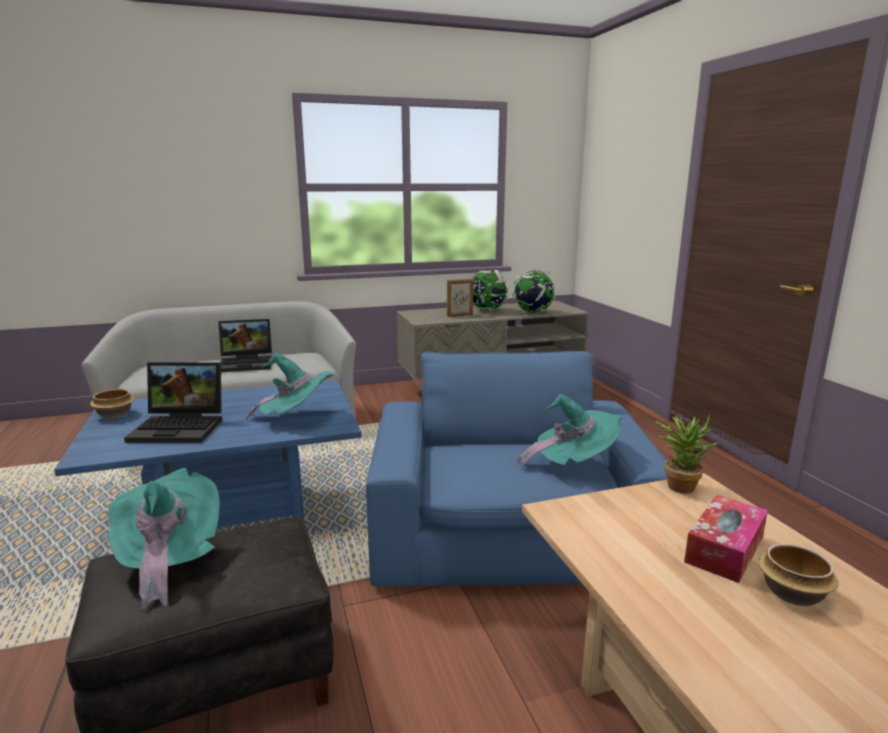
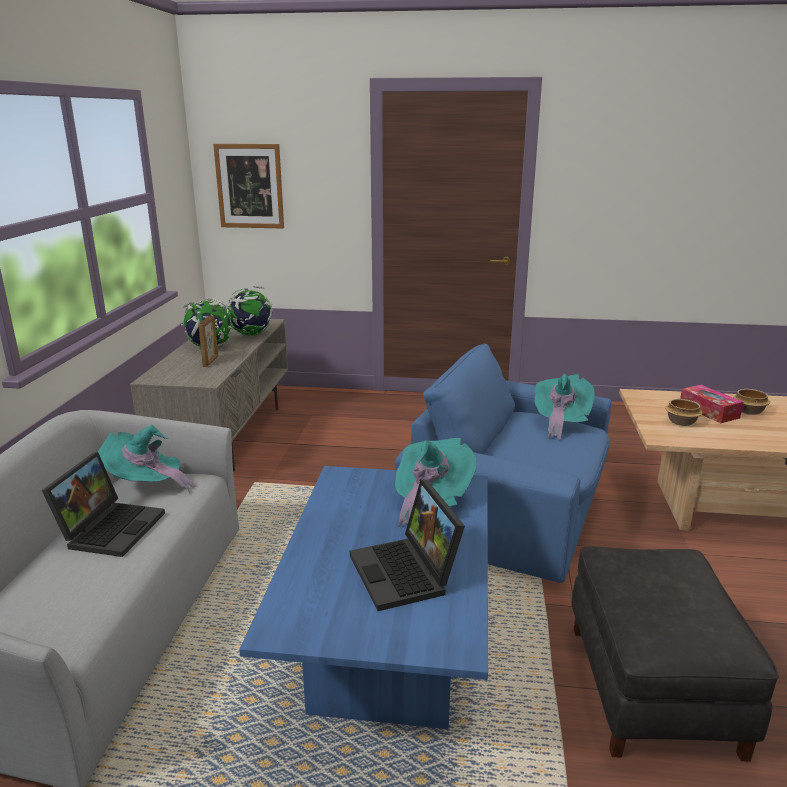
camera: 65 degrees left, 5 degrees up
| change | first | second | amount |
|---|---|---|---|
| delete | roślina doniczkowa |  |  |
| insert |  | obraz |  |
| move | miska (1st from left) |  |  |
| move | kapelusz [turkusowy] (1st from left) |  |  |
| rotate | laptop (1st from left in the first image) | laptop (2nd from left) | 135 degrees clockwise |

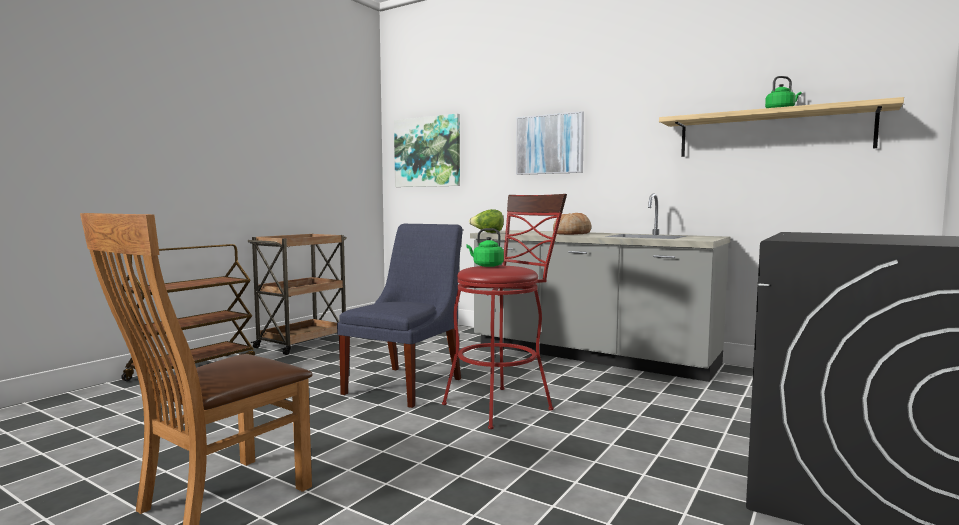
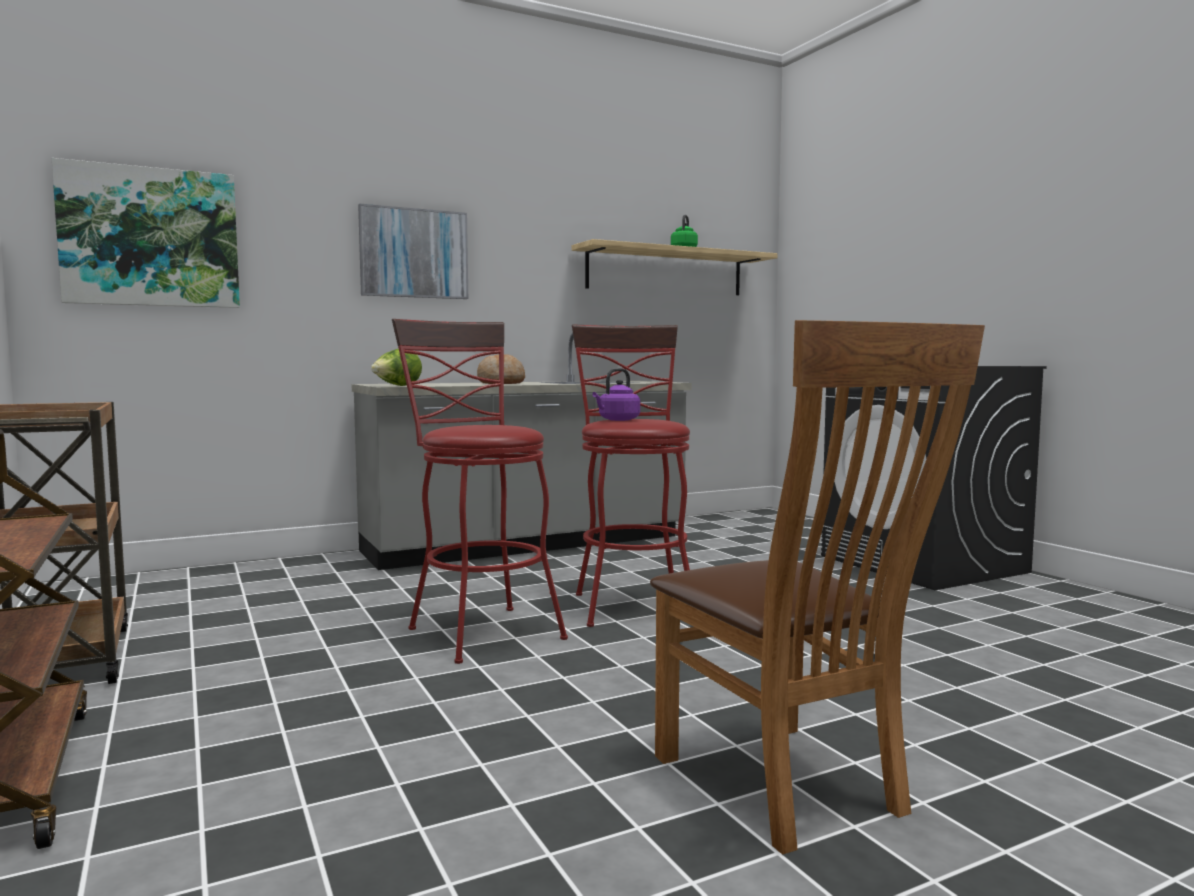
camera: 60 degrees left, 0 degrees up
| change | first | second | amount |
|---|---|---|---|
| replace | krzesło [niebieski] | stołek [czerwony] (1st from left) |  |
| recolor | czajnik [zielony] (1st from left) | czajnik [fioletowy] |  |

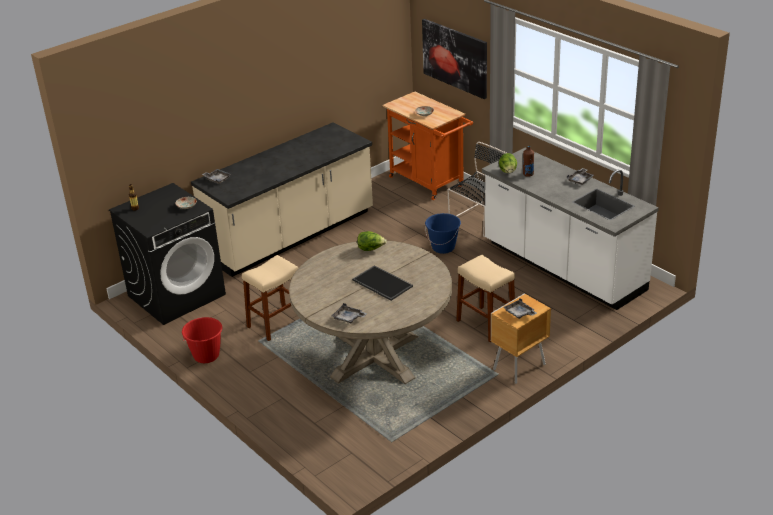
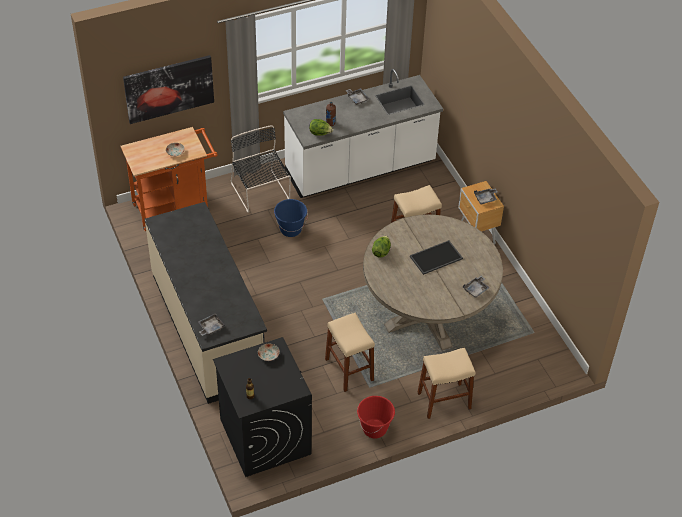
camera: 75 degrees left, 15 degrees up
| change | first | second | amount |
|---|---|---|---|
| insert |  | stołek [beżowy] (3rd from left) |  |

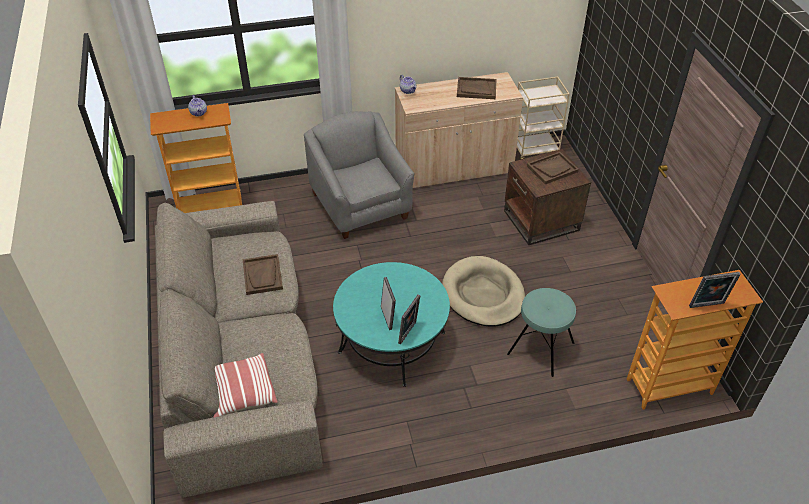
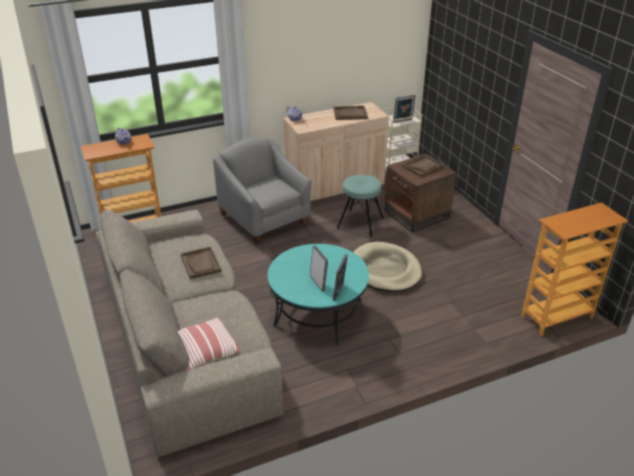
camera: 10 degrees left, 10 degrees down
| change | first | second | amount |
|---|---|---|---|
| move | stołek [turkusowy] |  |  |
| move | ramka na zdjęcie (3rd from left) |  |  |

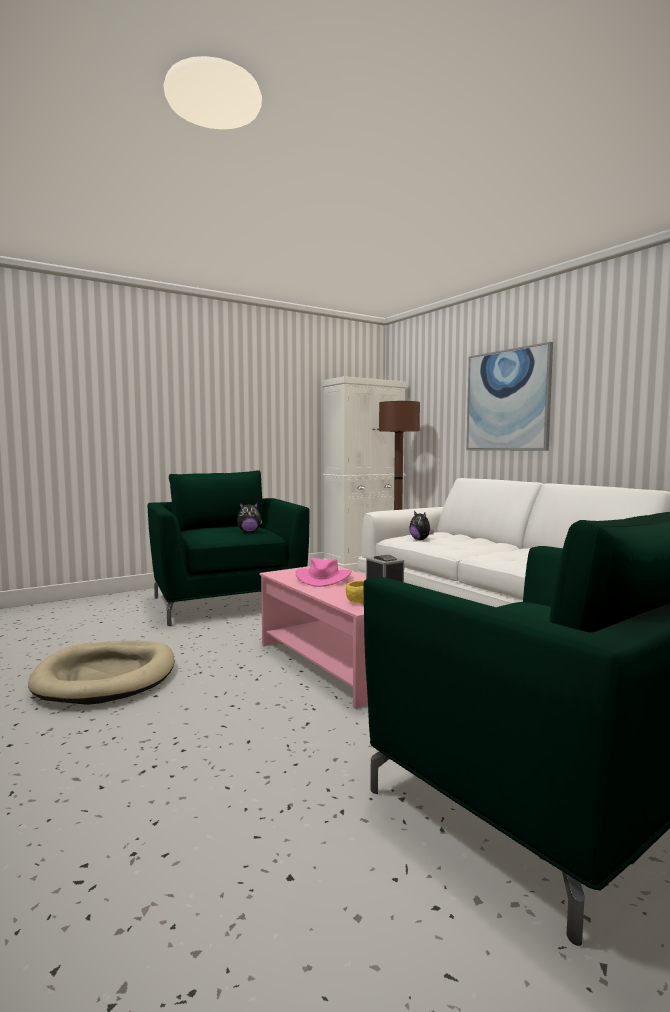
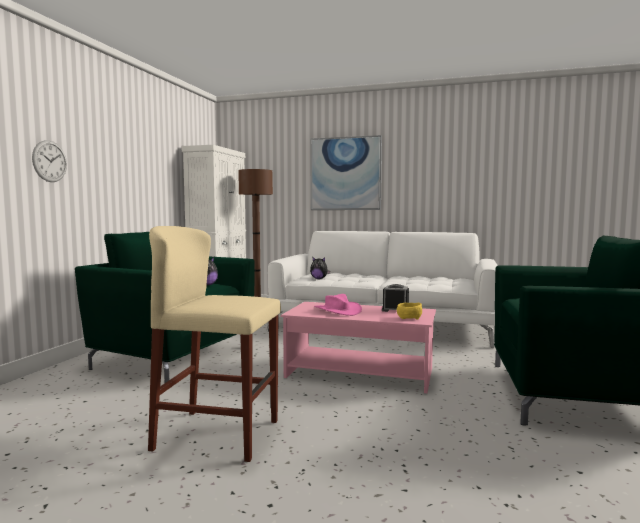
camera: 40 degrees left, 0 degrees up
| change | first | second | amount |
|---|---|---|---|
| insert |  | zegar ścienny |  |
| replace | legowisko [beżowy] | stołek [beżowy] |  |

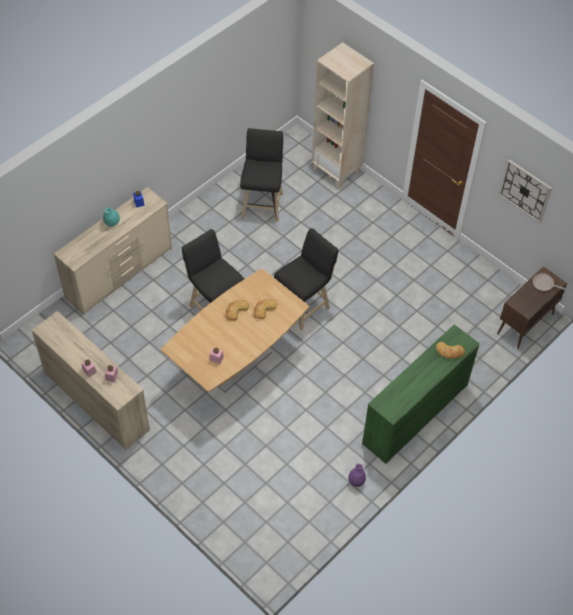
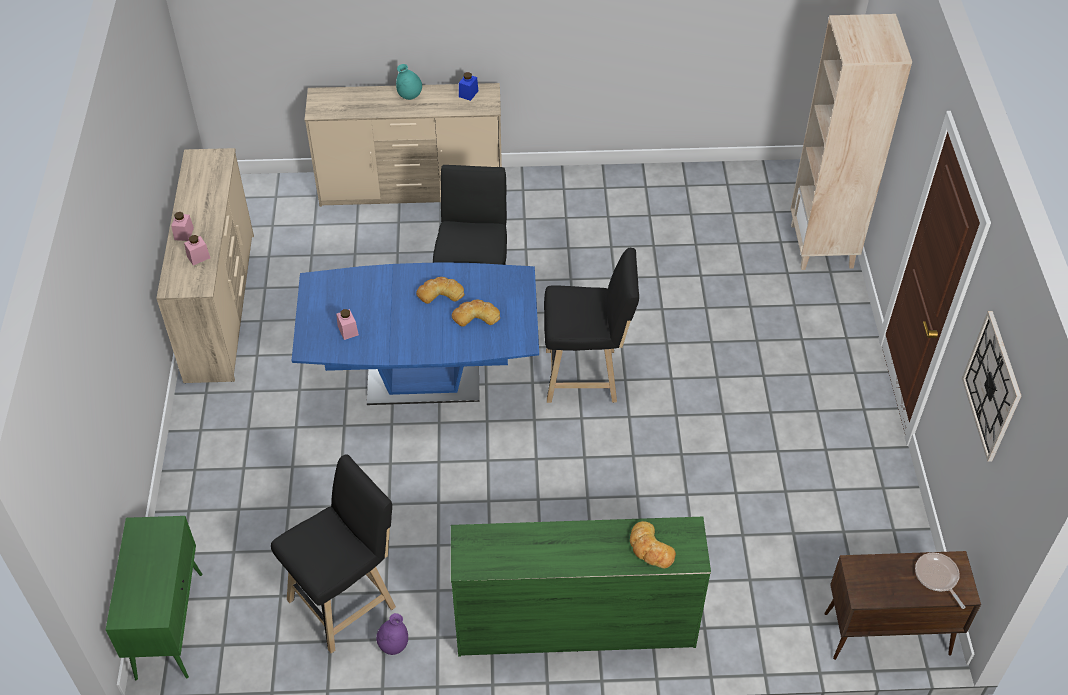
camera: 45 degrees right, 5 degrees down
| change | first | second | amount |
|---|---|---|---|
| insert |  | szafka [zielony] |  |
| move | stołek [czarny] (2nd from left in the first image) | stołek [czarny] (1st from left) |  |
| recolor | stół jadalny [brązowy] | stół jadalny [niebieski] |  |

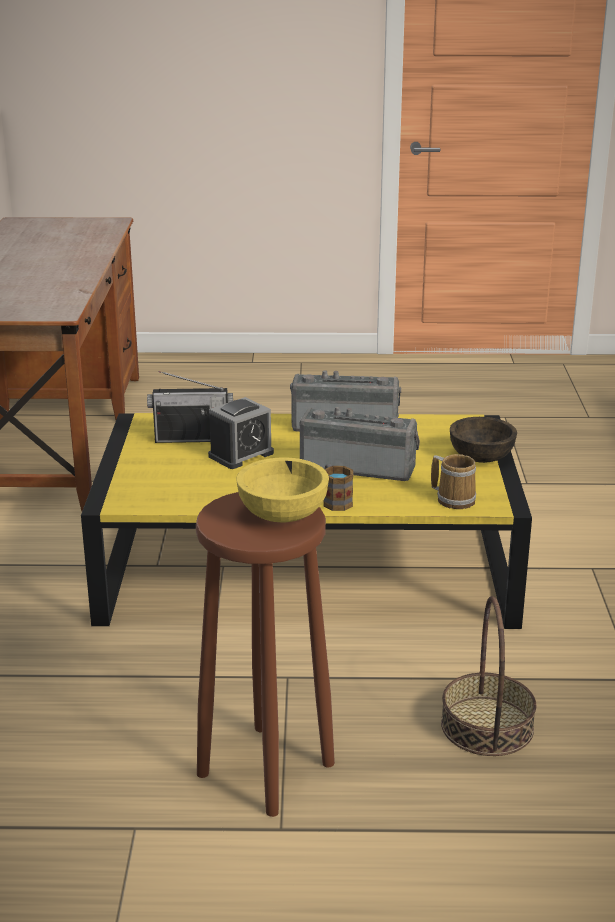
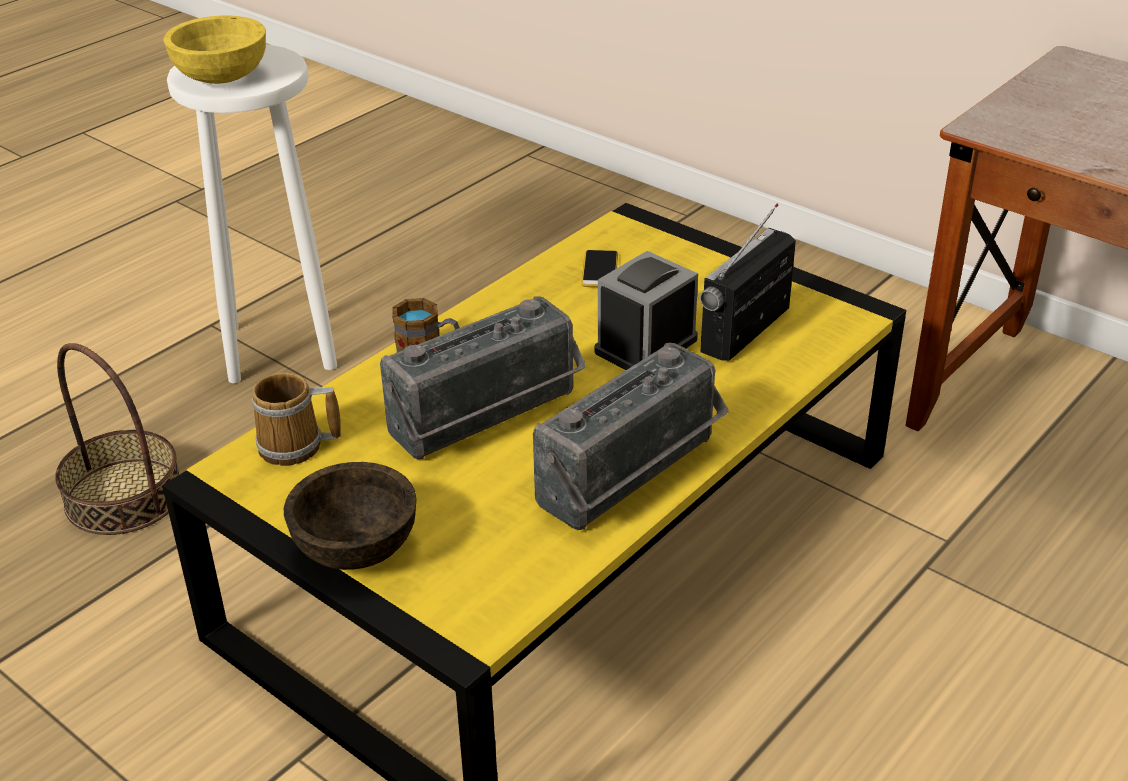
camera: 130 degrees right, 10 degrees up
| change | first | second | amount |
|---|---|---|---|
| insert |  | telefon |  |
| recolor | stołek [brązowy] | stołek [biały] |  |
| rotate | budzik |  | 45 degrees clockwise |

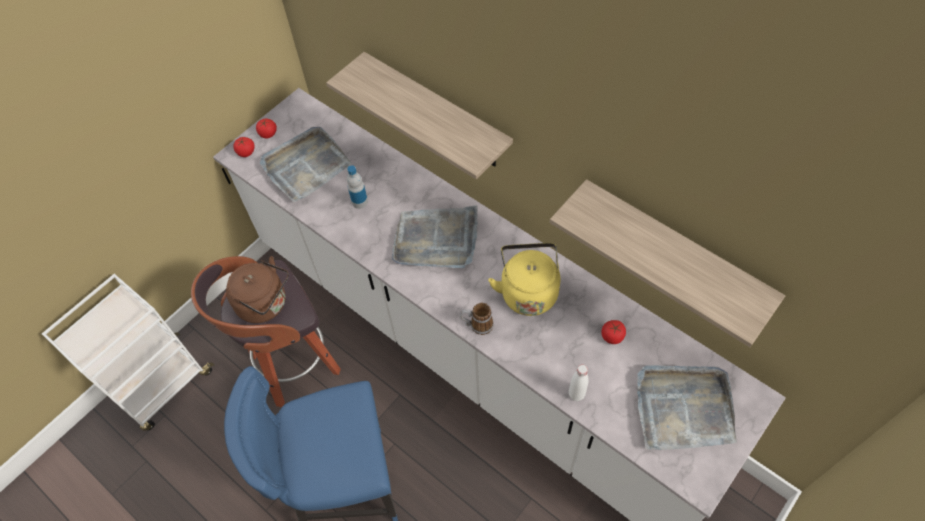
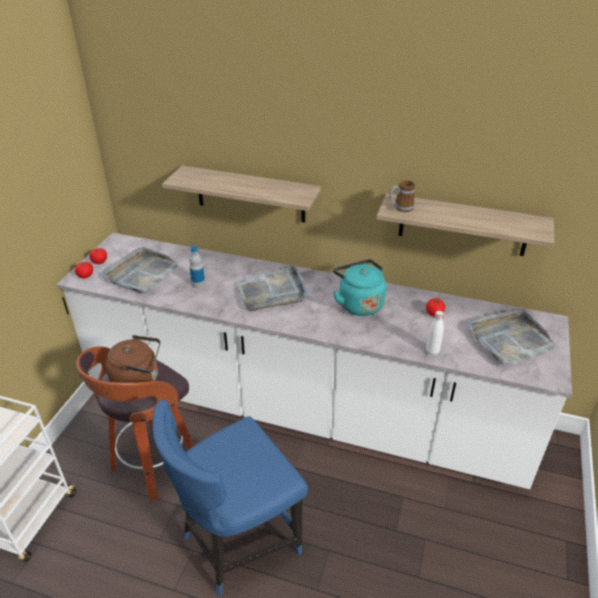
camera: 25 degrees left, 20 degrees down
| change | first | second | amount |
|---|---|---|---|
| move | kubek |  |  |
| recolor | czajnik [żółty] | czajnik [turkusowy] |  |

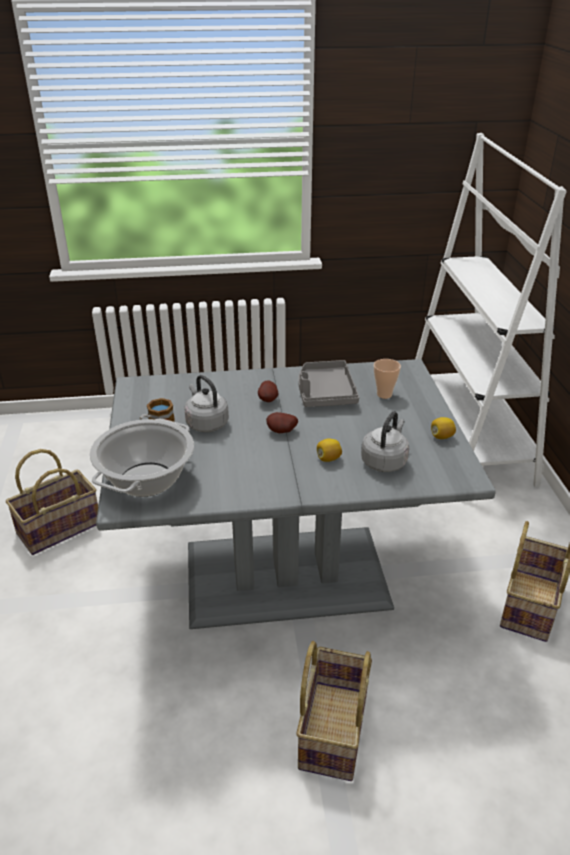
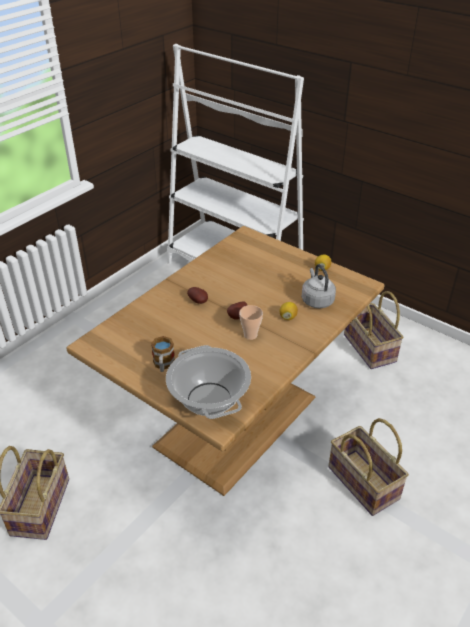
camera: 45 degrees left, 5 degrees up
| change | first | second | amount |
|---|---|---|---|
| delete | czajnik [szary] (1st from left) |  |  |
| delete | taca [szary] |  |  |
| move | filiżanka |  |  |
| recolor | stół jadalny [szary] | stół jadalny [brązowy] |  |

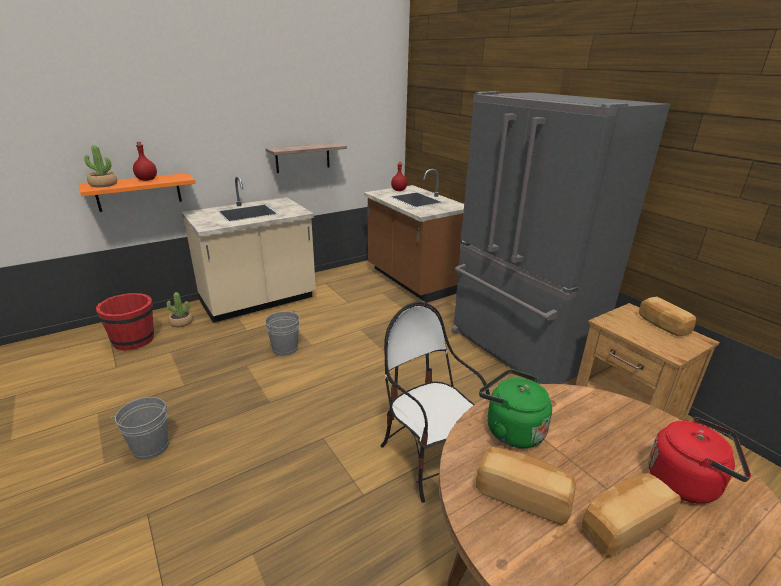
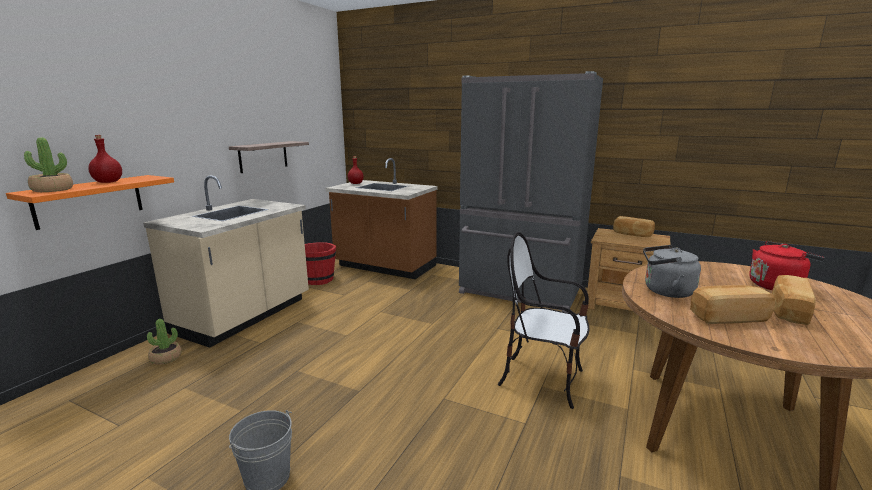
camera: 30 degrees left, 10 degrees down
| change | first | second | amount |
|---|---|---|---|
| delete | wiadro [szary] (2nd from left) |  |  |
| move | wiadro [czerwony] |  |  |
| recolor | czajnik [zielony] | czajnik [szary] |  |

